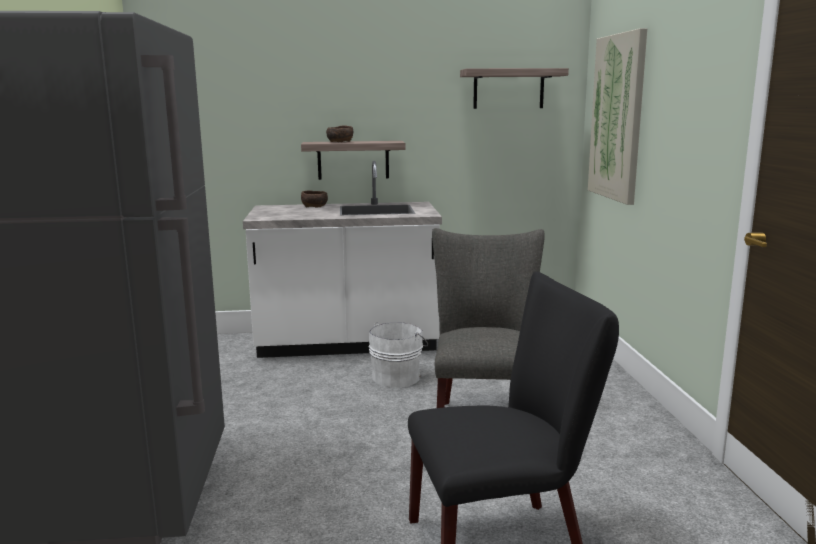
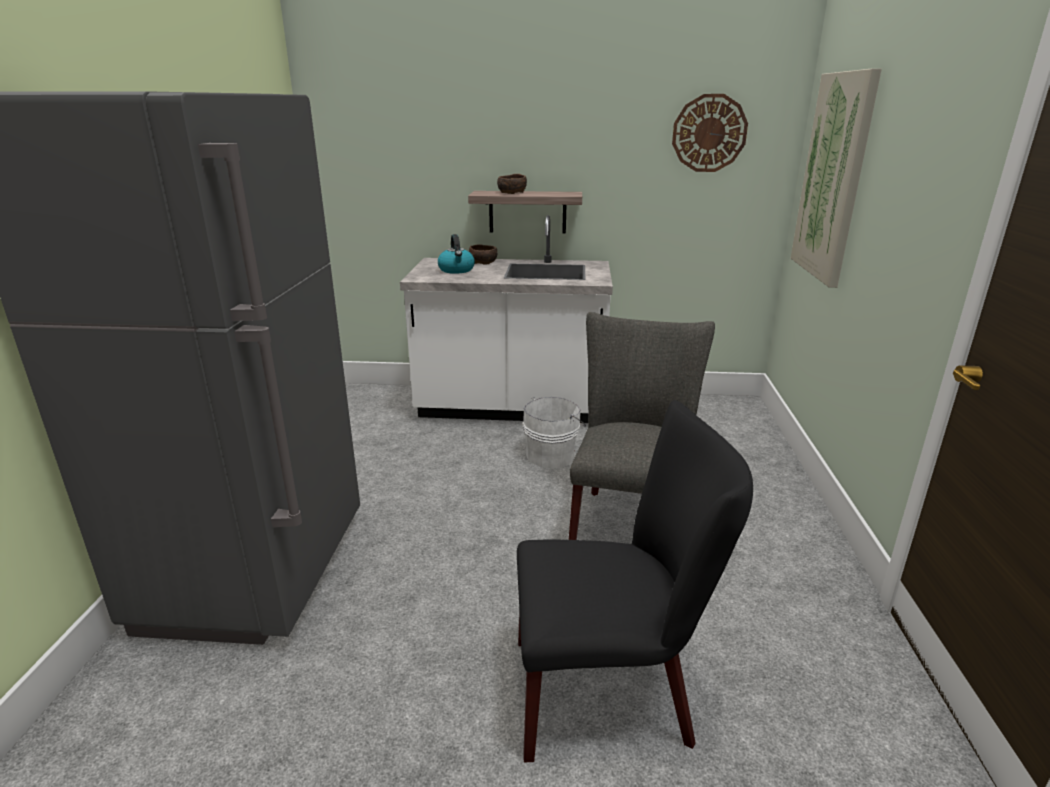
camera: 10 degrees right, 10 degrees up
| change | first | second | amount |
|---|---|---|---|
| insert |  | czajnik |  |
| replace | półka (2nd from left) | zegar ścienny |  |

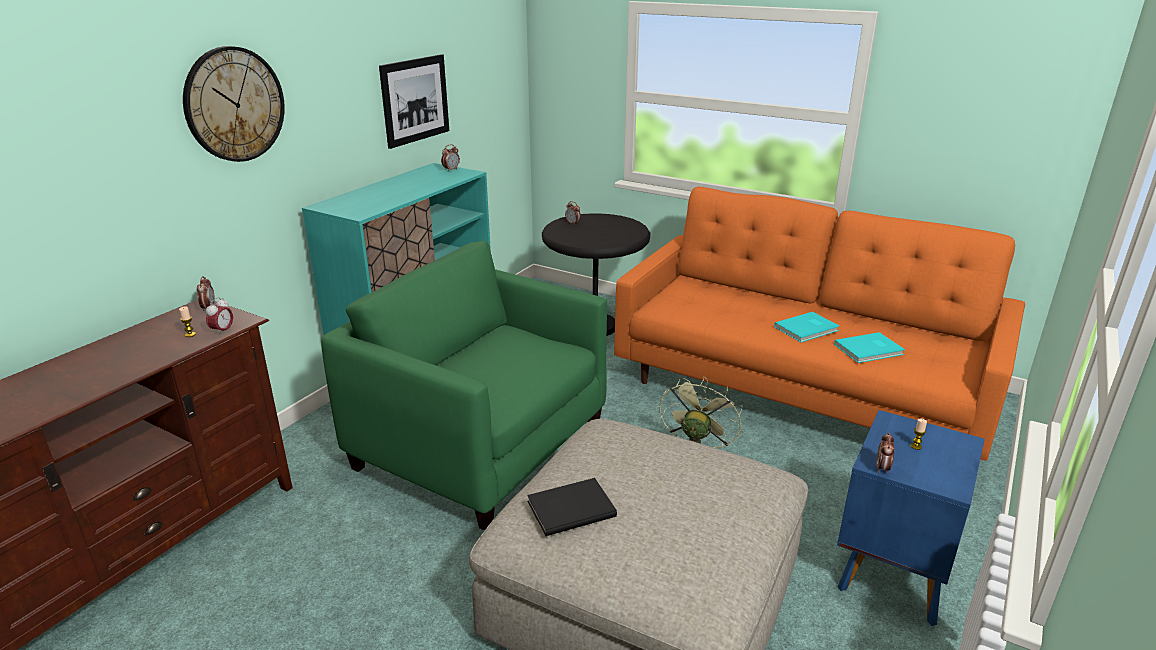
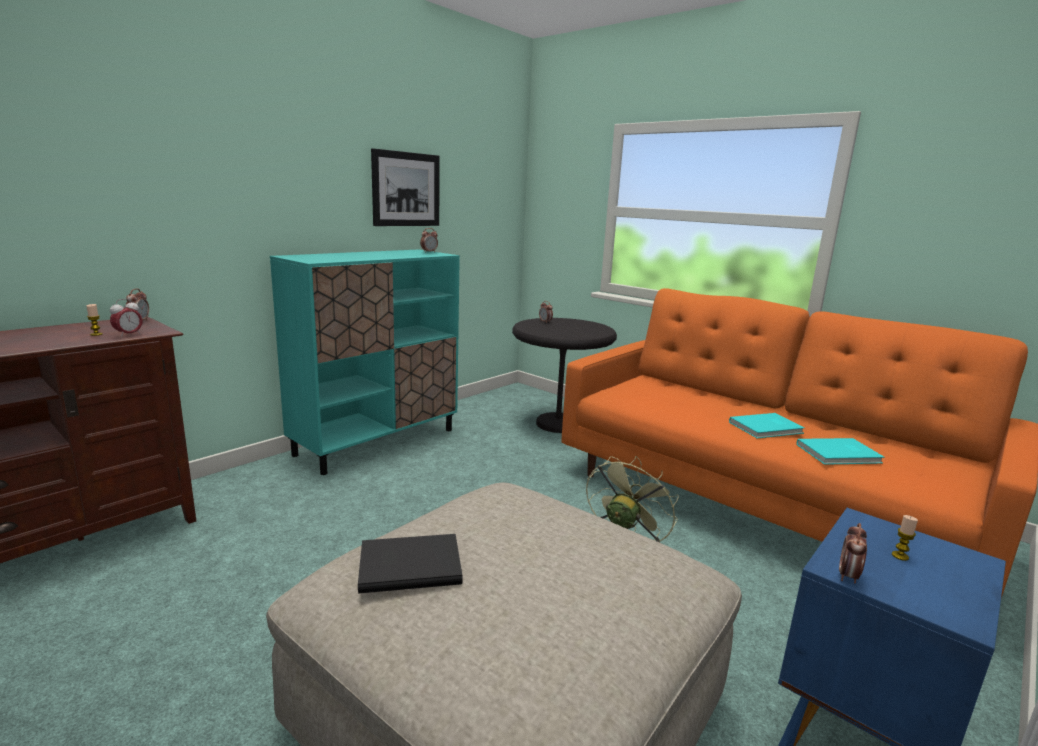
camera: 10 degrees right, 10 degrees down
| change | first | second | amount |
|---|---|---|---|
| delete | zegar ścienny |  |  |
| delete | fotel [zielony] |  |  |

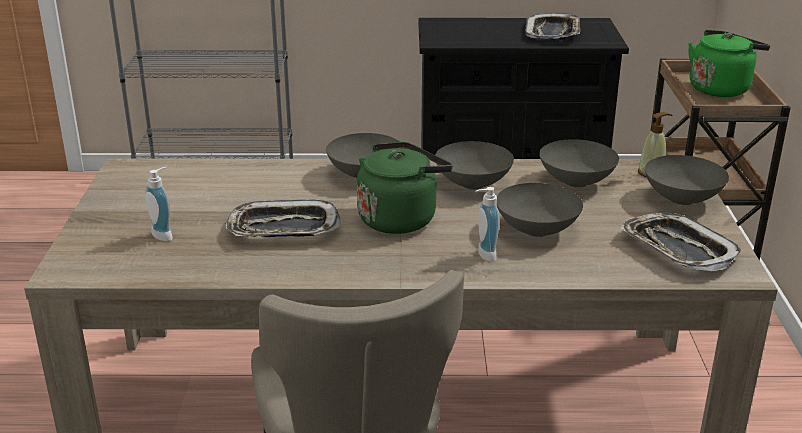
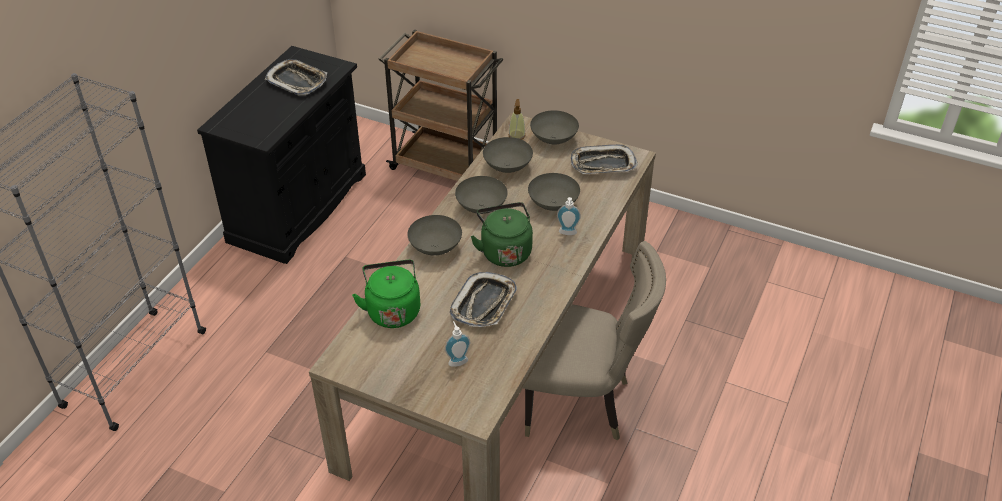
camera: 65 degrees left, 15 degrees up
| change | first | second | amount |
|---|---|---|---|
| move | czajnik [zielony] (2nd from left in the first image) | czajnik [zielony] (1st from left) |  |

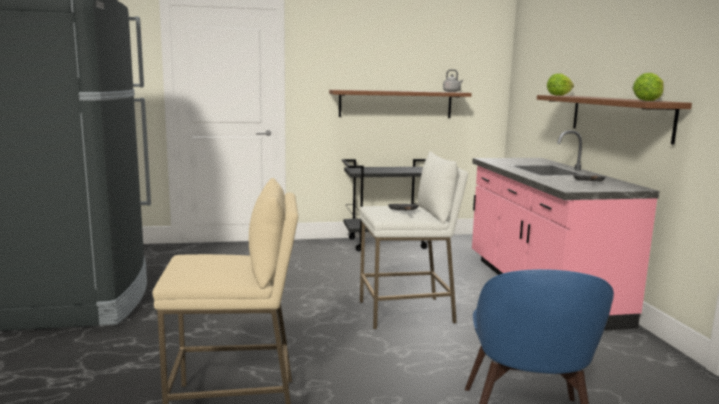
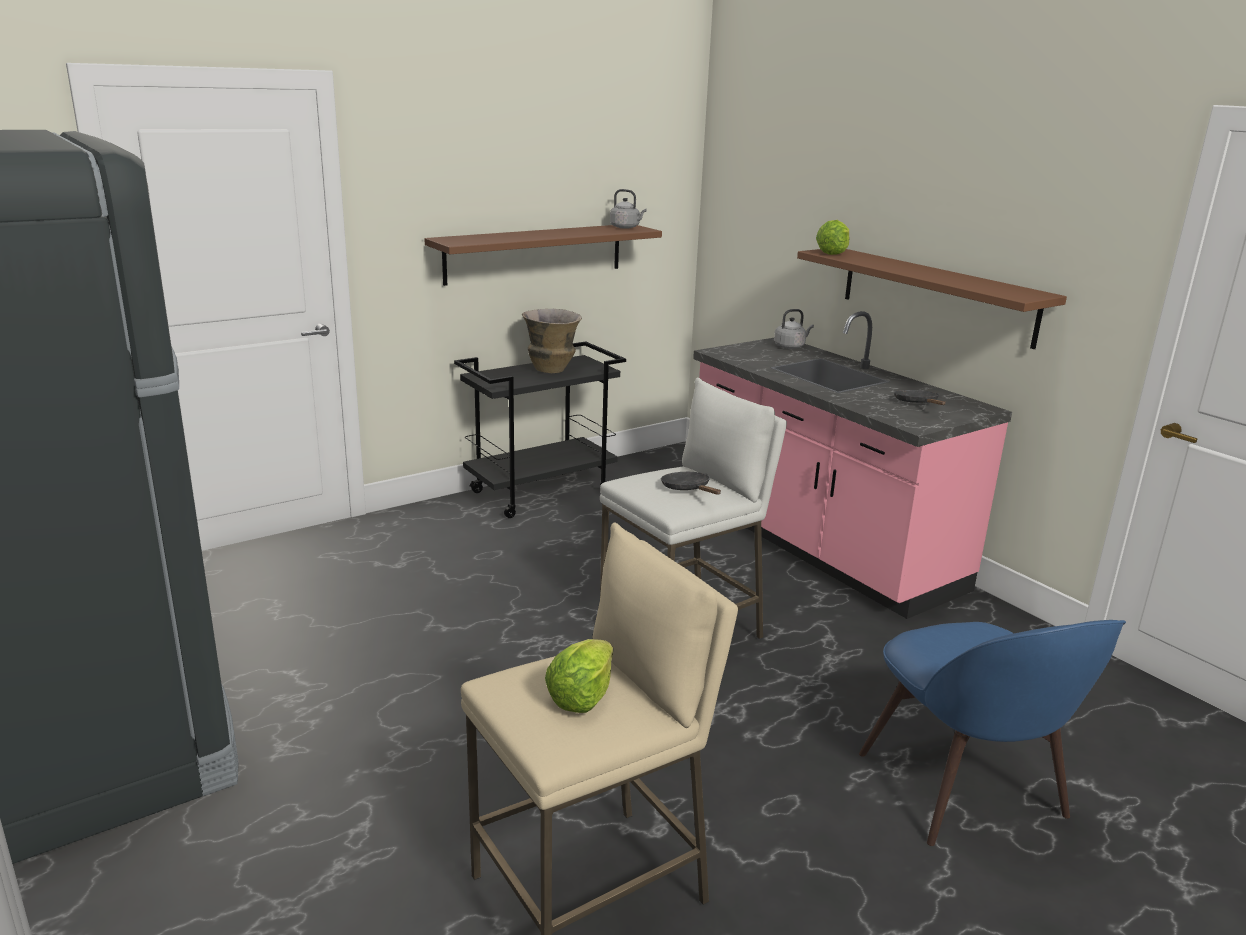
camera: 25 degrees left, 10 degrees up
| change | first | second | amount |
|---|---|---|---|
| insert |  | wazon |  |
| insert |  | czajnik [szary] (2nd from left) |  |
| move | sałata (2nd from left in the first image) | sałata (1st from left) |  |

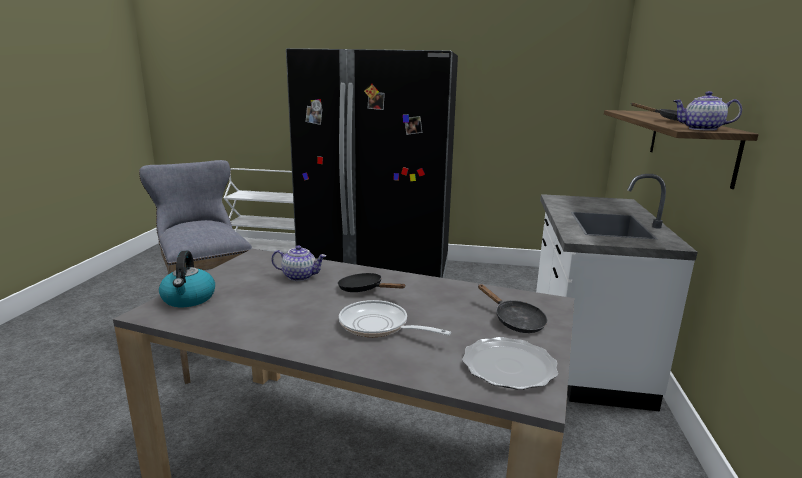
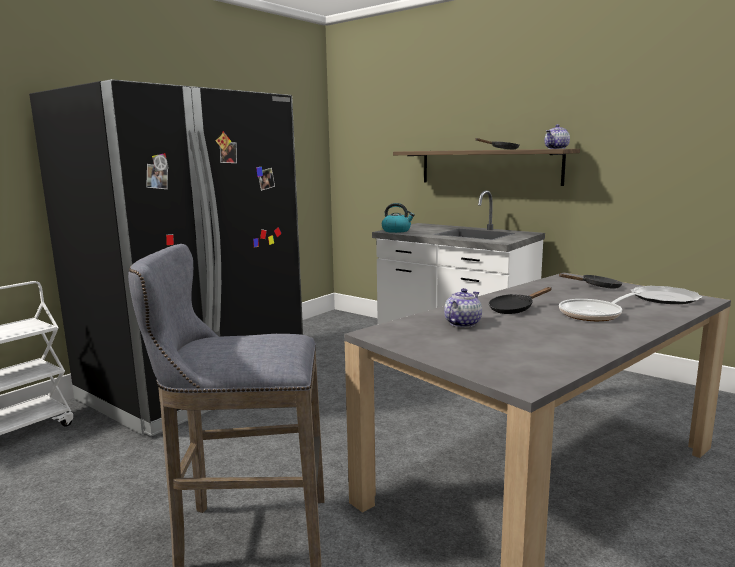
camera: 60 degrees left, 5 degrees down
| change | first | second | amount |
|---|---|---|---|
| move | czajnik |  |  |

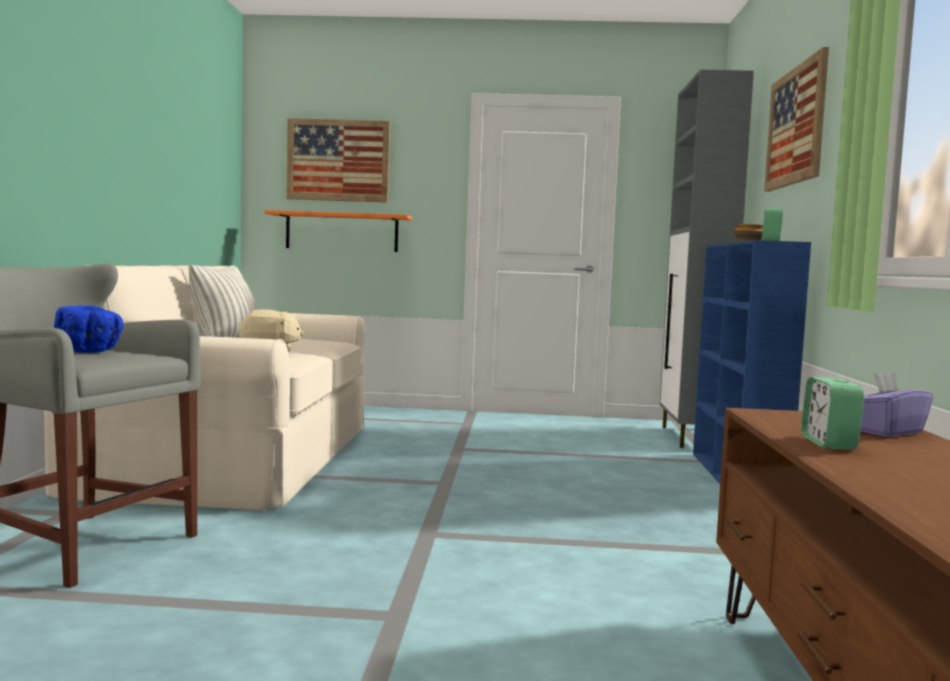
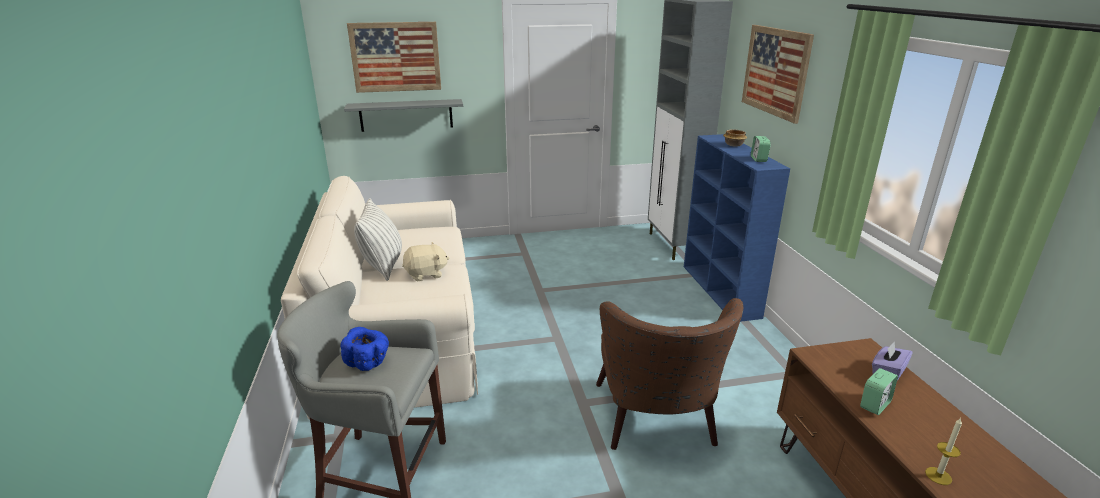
camera: 15 degrees left, 20 degrees up
| change | first | second | amount |
|---|---|---|---|
| insert |  | fotel [brązowy] |  |
| insert |  | świeca |  |
| recolor | półka [pomarańczowy] | półka [szary] |  |
| rotate | budzik (2nd from left) |  | 120 degrees counterclockwise |

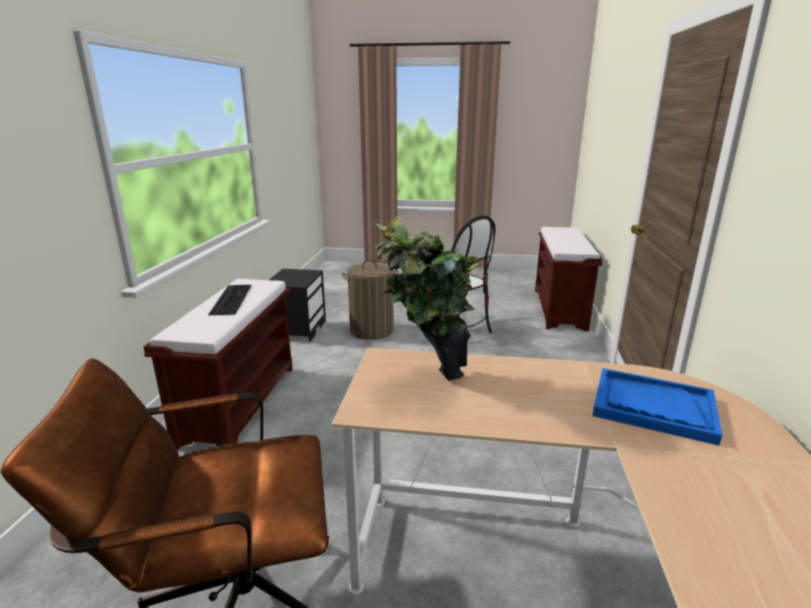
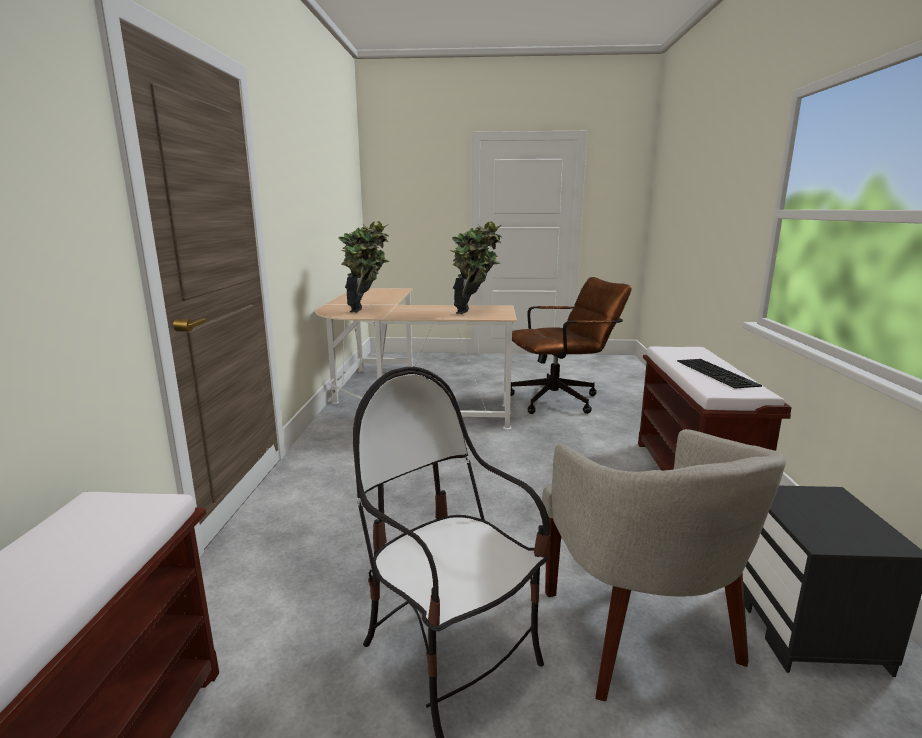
camera: 175 degrees right, 5 degrees down
| change | first | second | amount |
|---|---|---|---|
| replace | kosz na pranie | fotel [beżowy] |  |
| replace | taca [niebieski] | roślina doniczkowa (1st from left) |  |

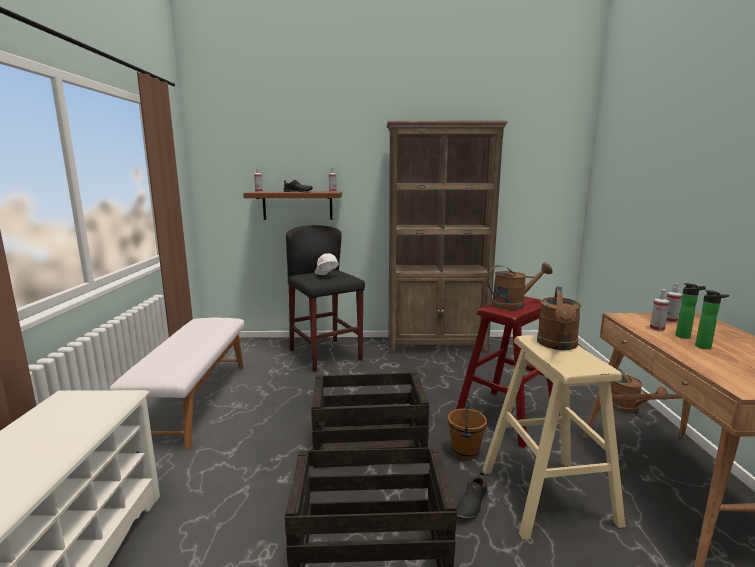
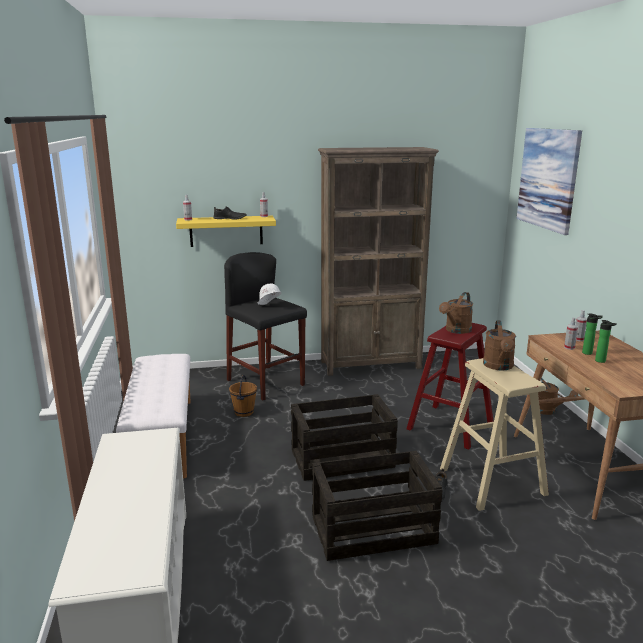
camera: 10 degrees left, 5 degrees up
| change | first | second | amount |
|---|---|---|---|
| insert |  | obraz |  |
| move | wiadro [brązowy] |  |  |
| recolor | półka [brązowy] | półka [żółty] |  |
| rotate | konewka [brązowy] (1st from left) |  | 150 degrees clockwise |

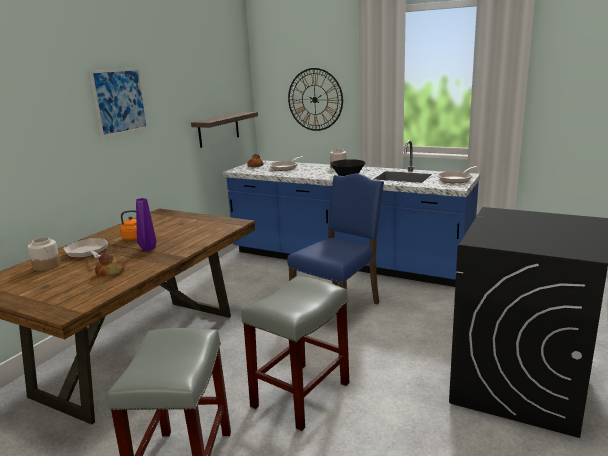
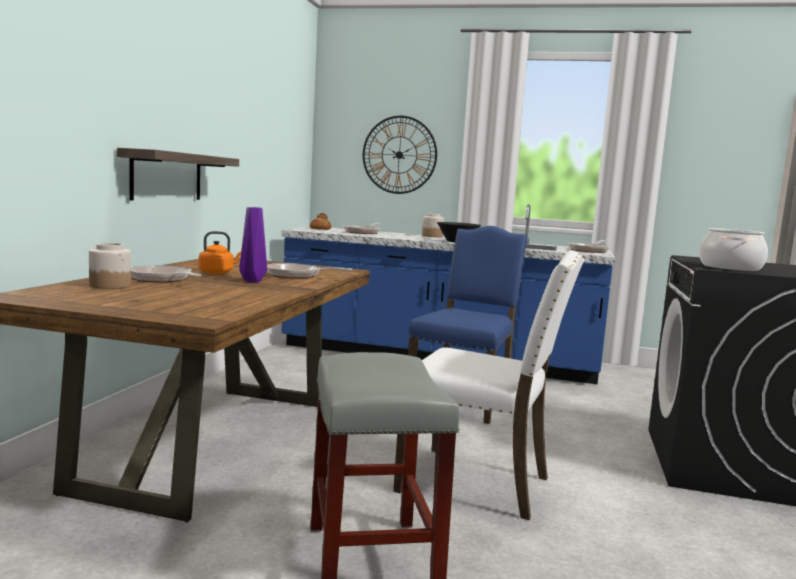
camera: 15 degrees left, 10 degrees down
| change | first | second | amount |
|---|---|---|---|
| delete | obraz |  |  |
| delete | chleb (1st from left) |  |  |
| insert |  | patelnia (2nd from left) |  |
| insert |  | garnek |  |
| move | półka |  |  |
| replace | stołek [szary] (2nd from left) | krzesło [biały] |  |

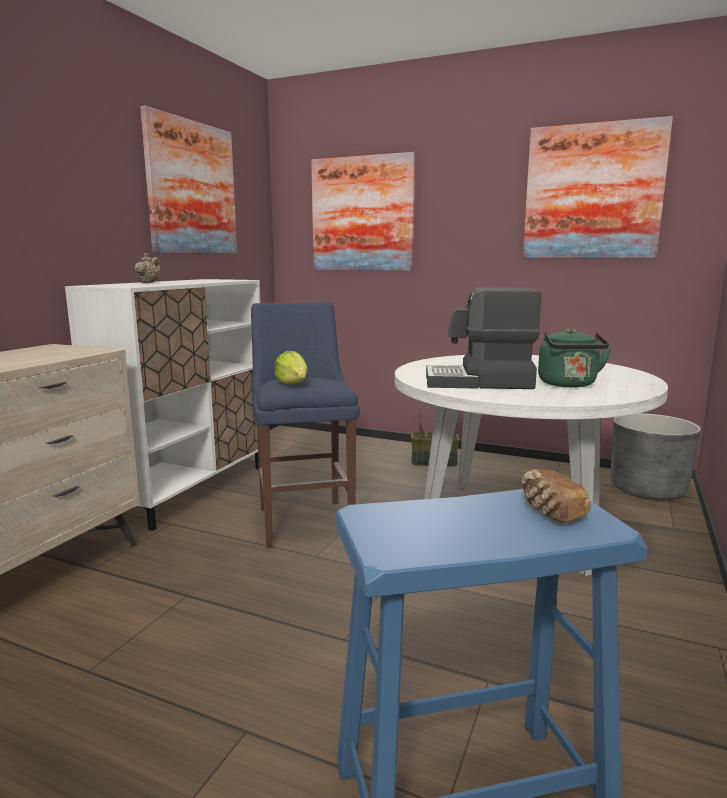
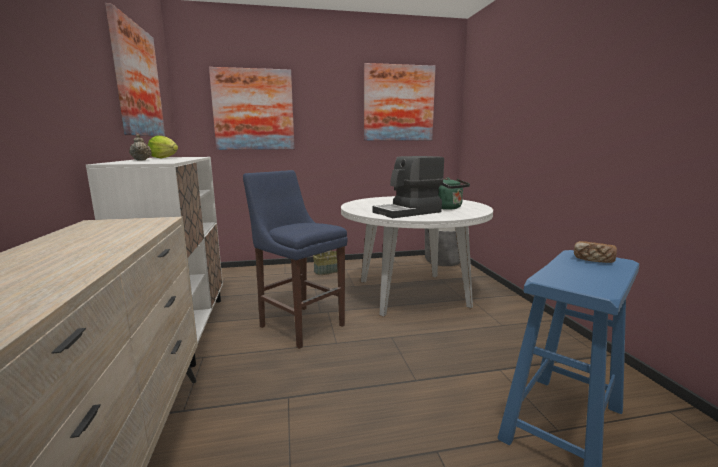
camera: 35 degrees left, 0 degrees up
| change | first | second | amount |
|---|---|---|---|
| move | sałata |  |  |

